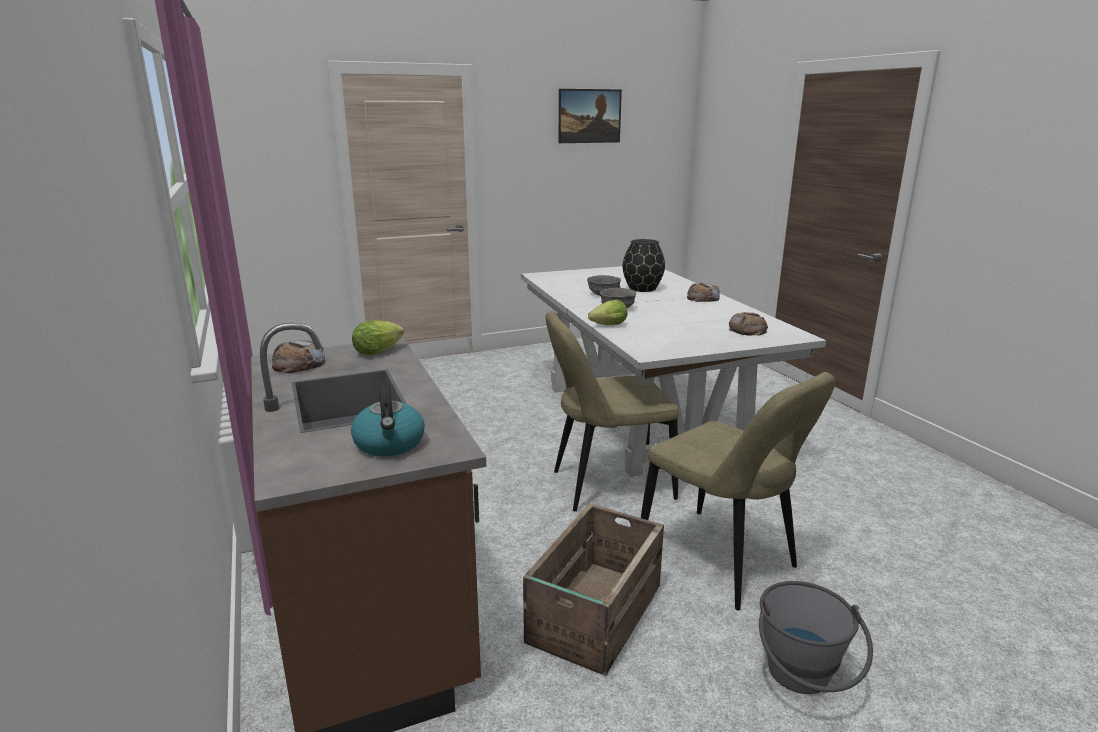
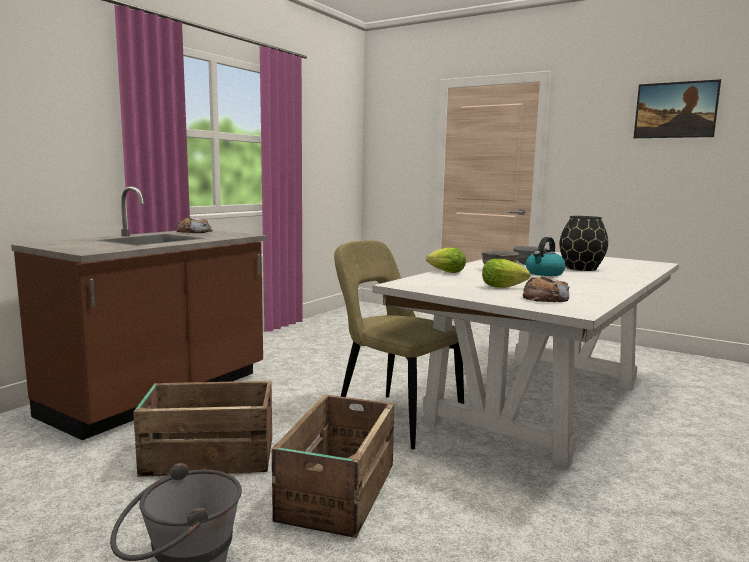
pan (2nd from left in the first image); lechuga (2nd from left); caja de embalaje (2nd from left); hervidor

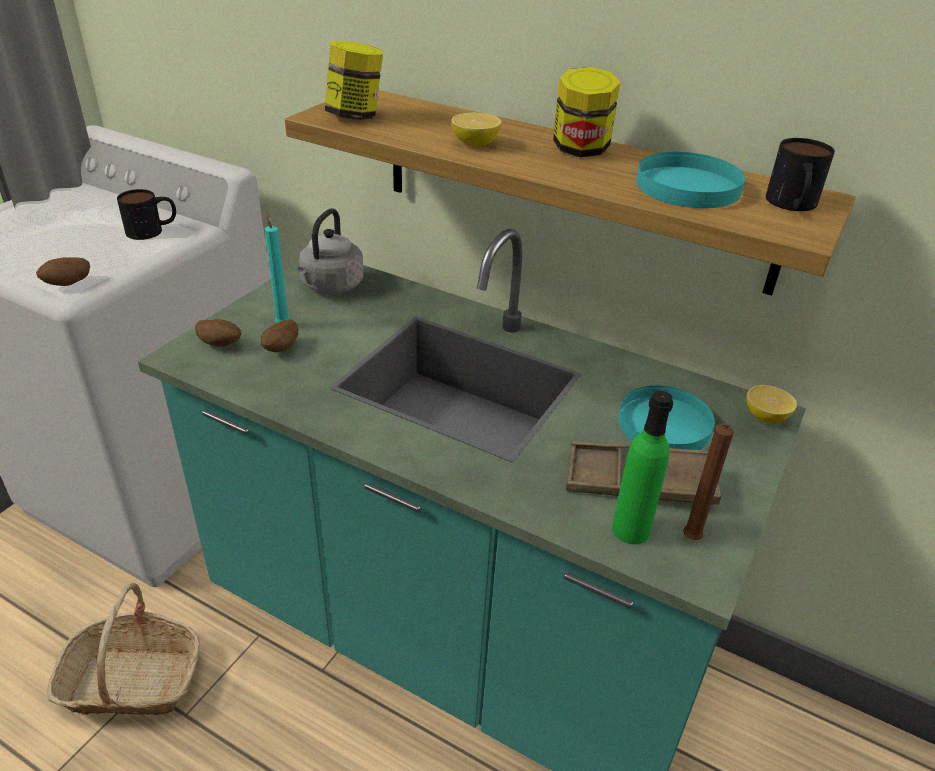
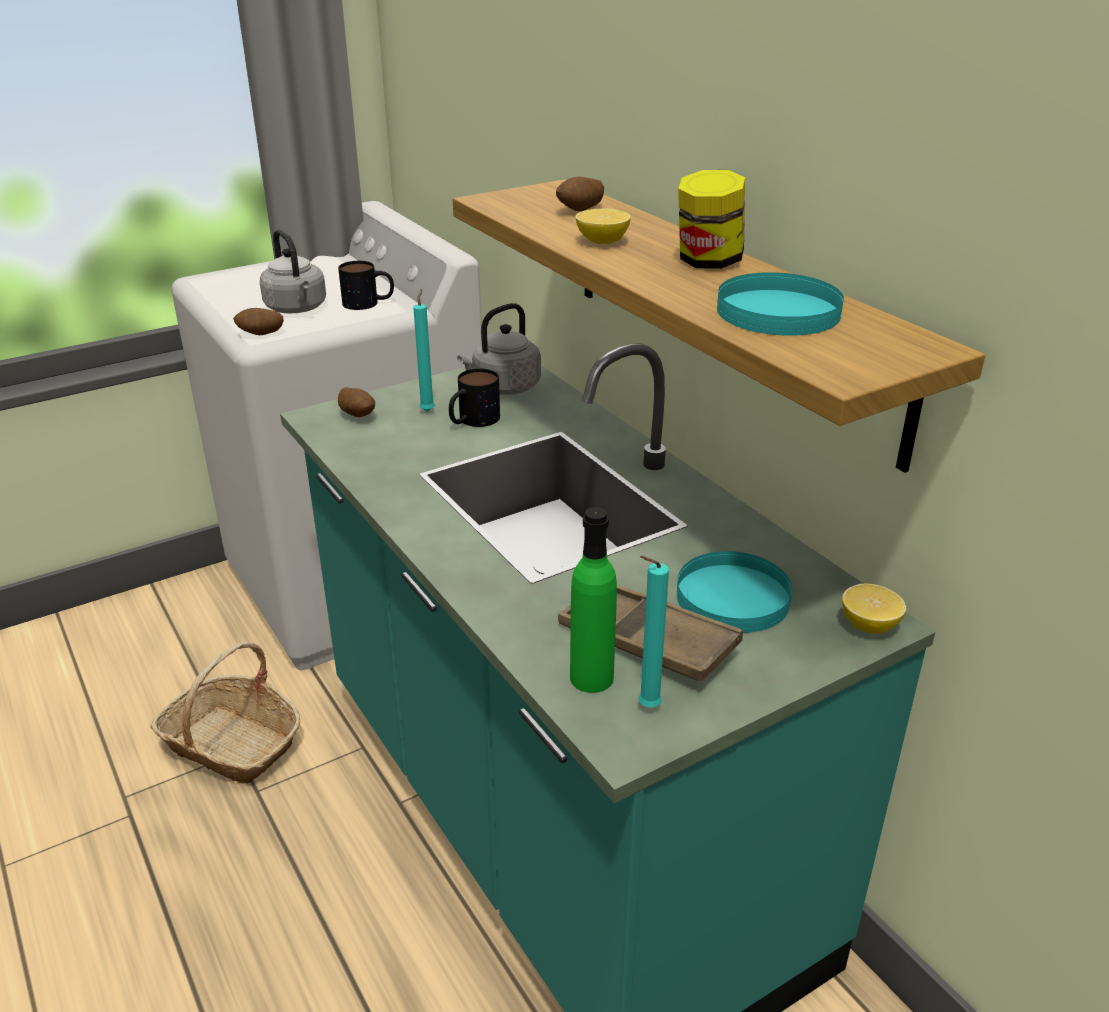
tarro (1st from left in the first image); taza grande (2nd from left); patata (3rd from left); vela/turquesa (2nd from left); hervidor/gris (1st from left)

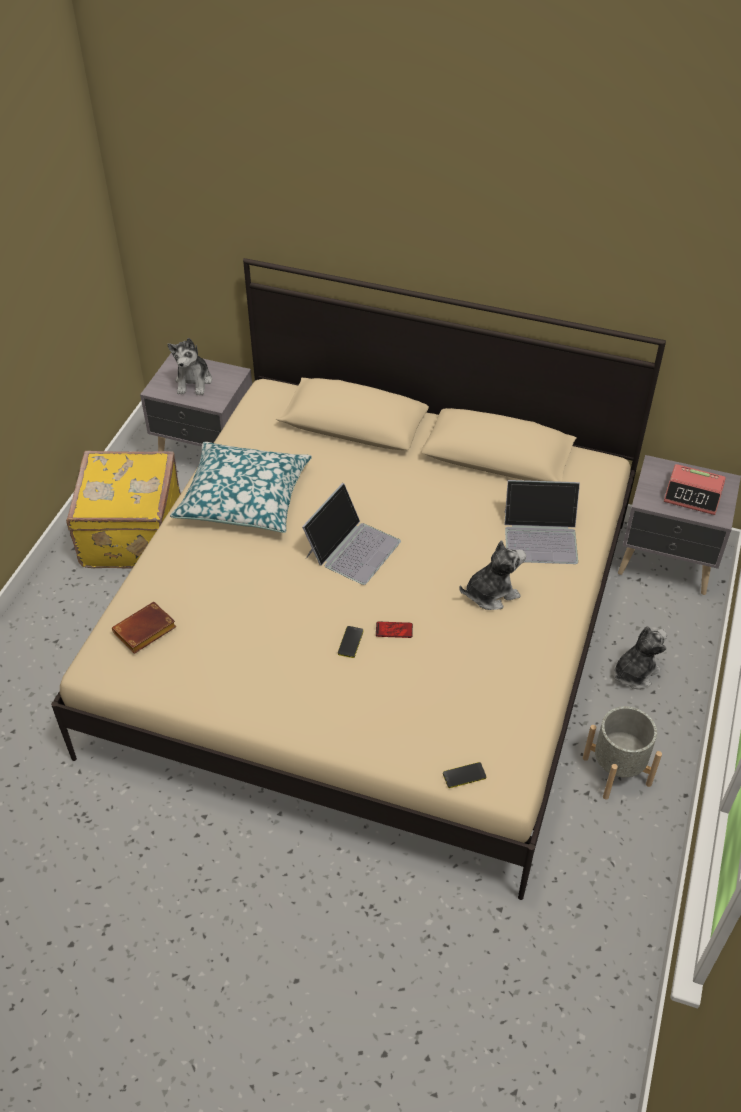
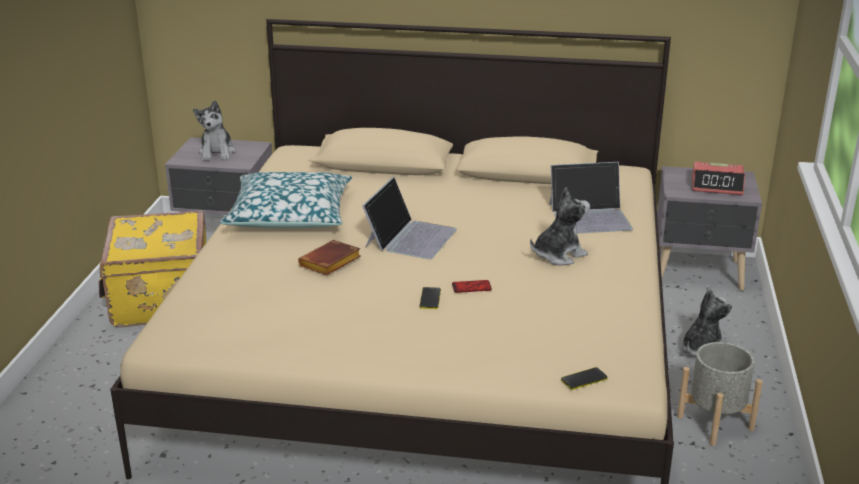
libro/marrón

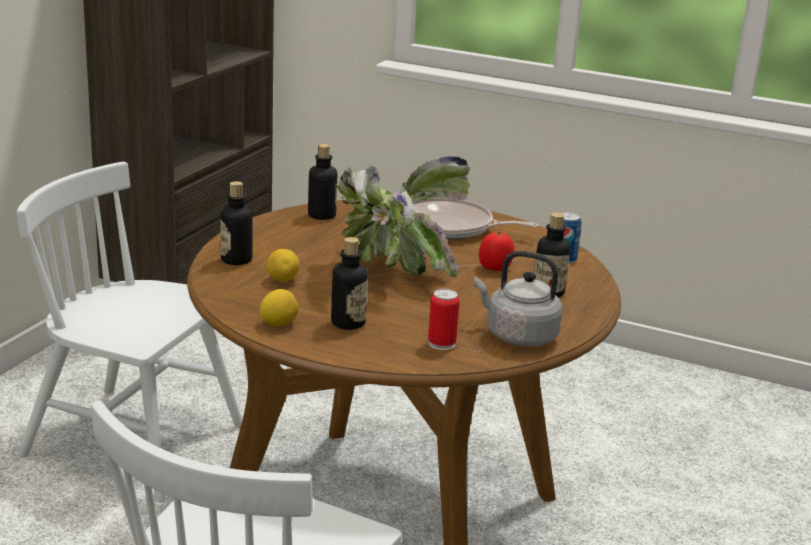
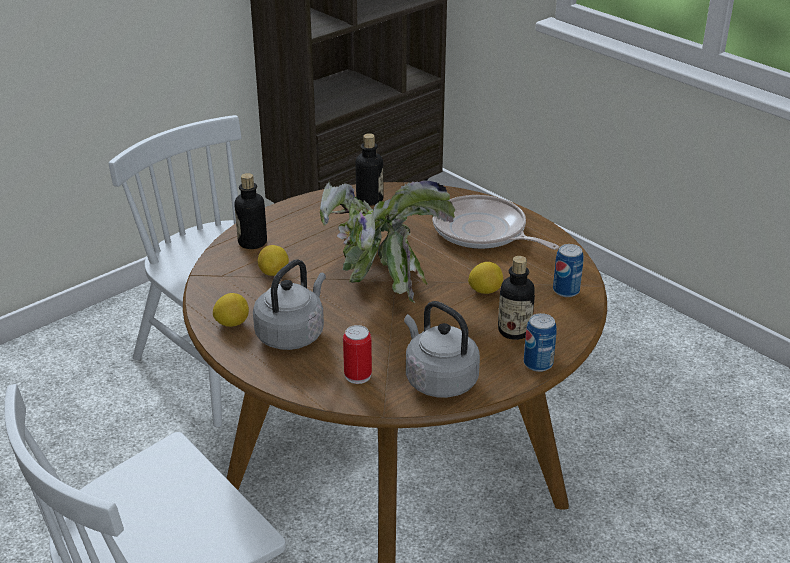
limón (3rd from left); hervidor/gris (1st from left); lata (2nd from left)

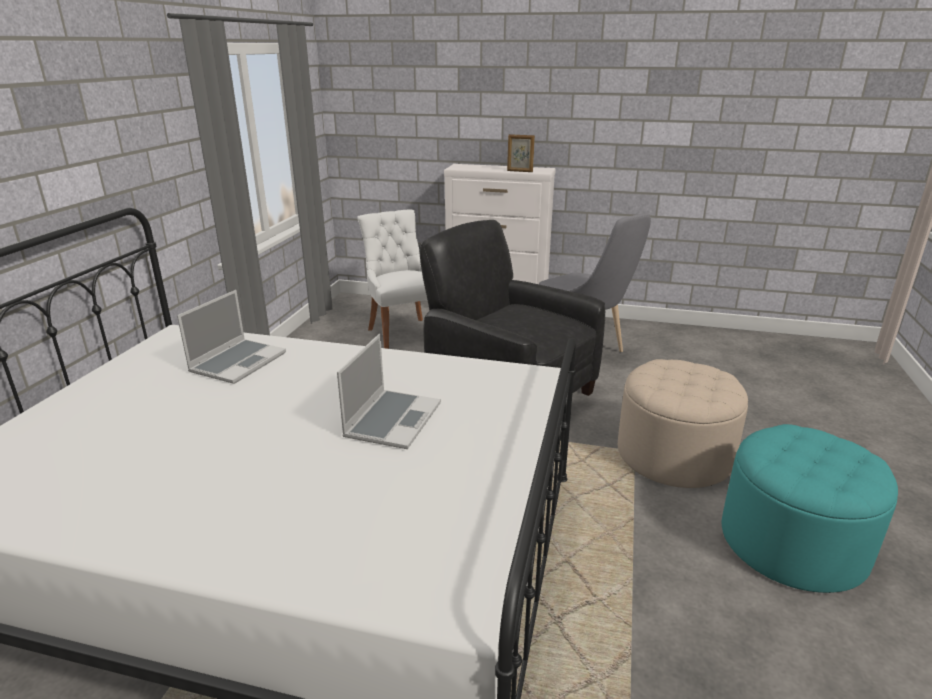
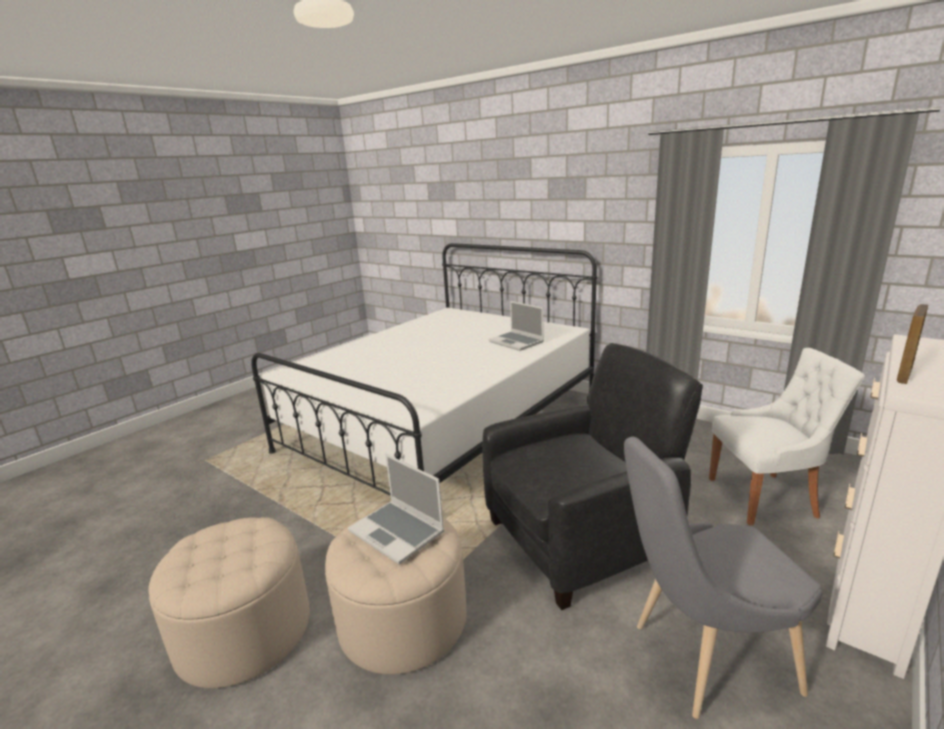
portátil (1st from left); puf/beis (1st from left)

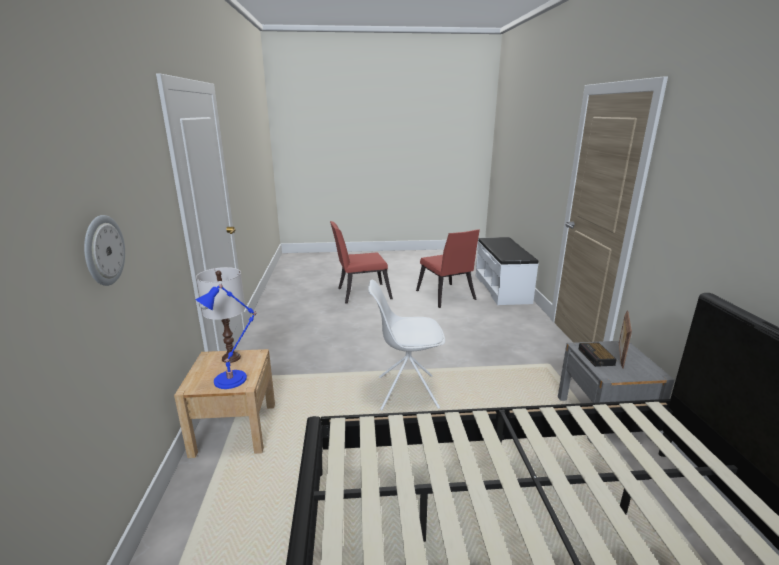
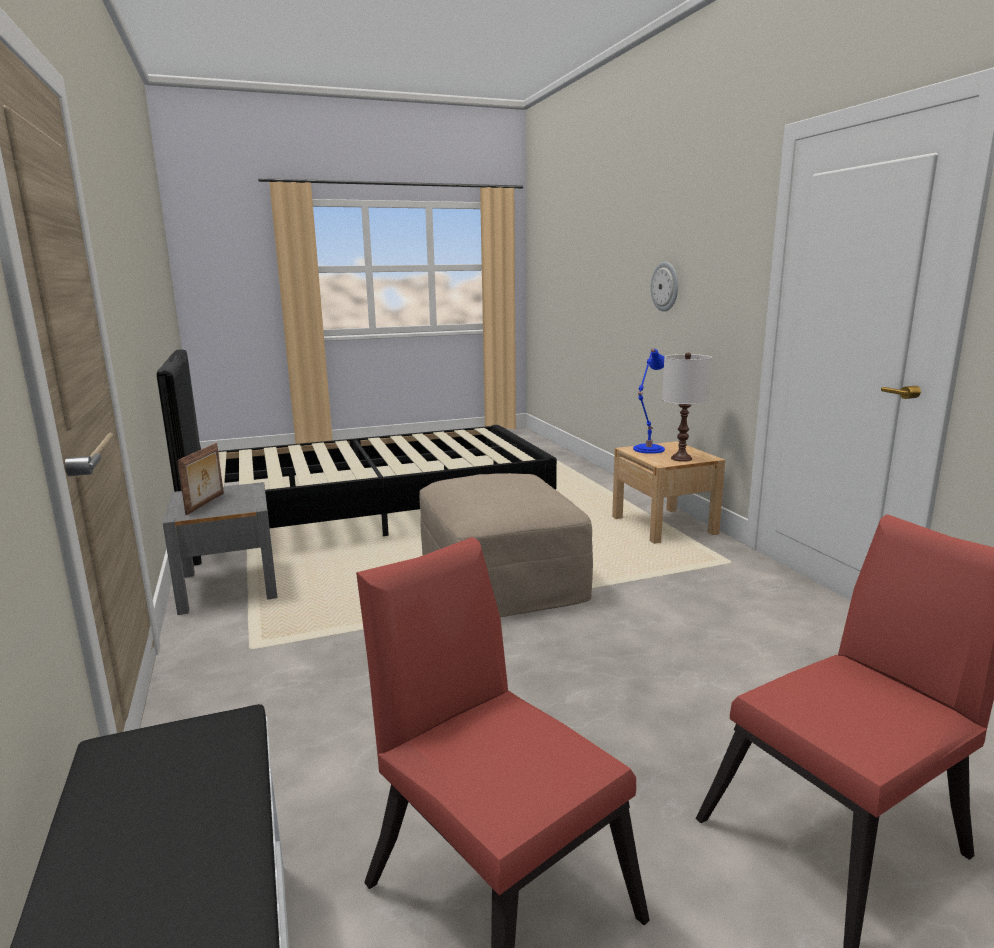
puf/beis; despertador

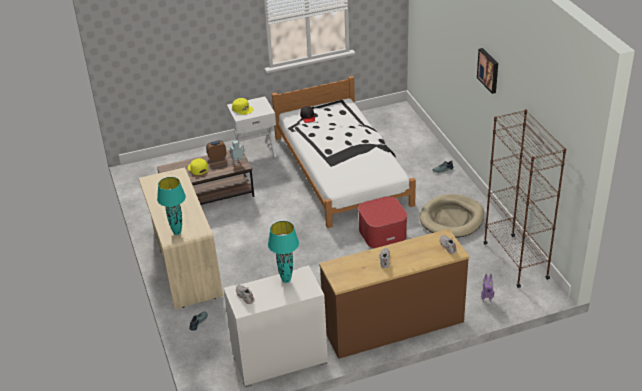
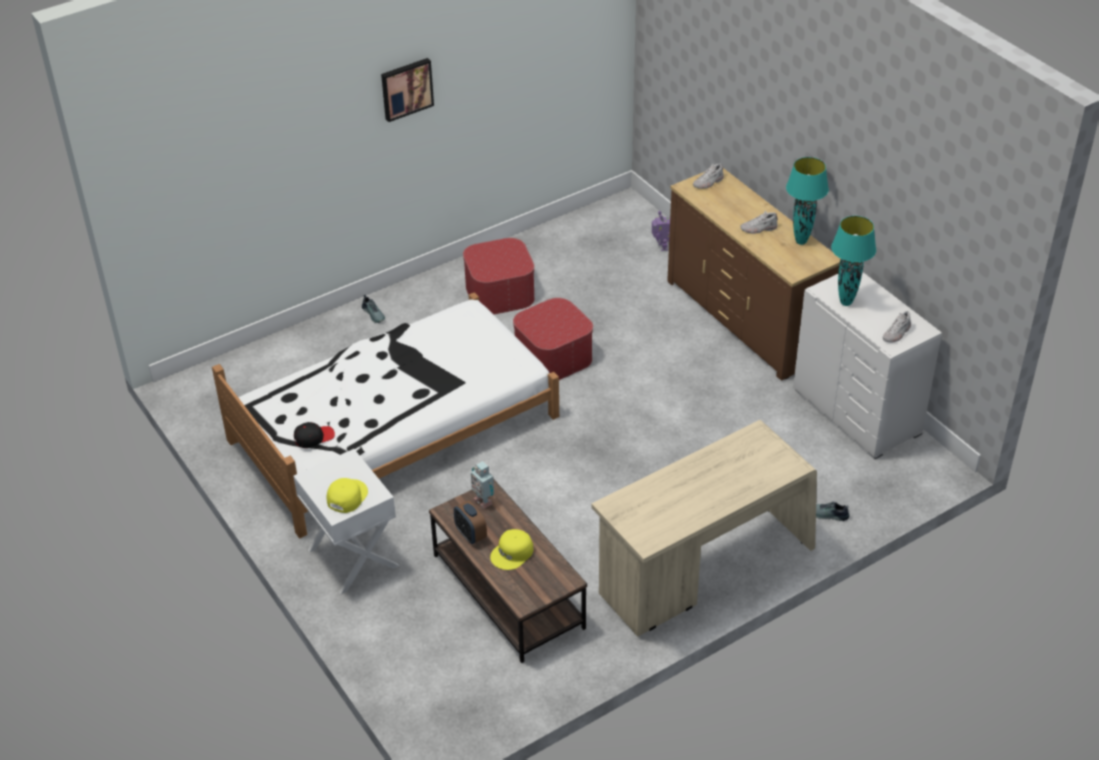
estantería/marrón; lámpara de mesa/turquesa (1st from left); puf (1st from left)

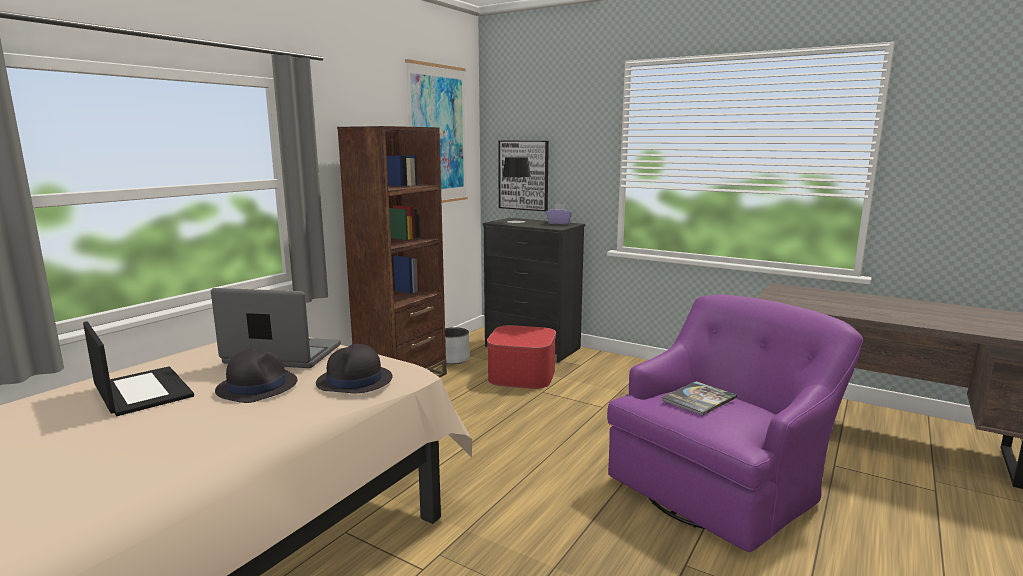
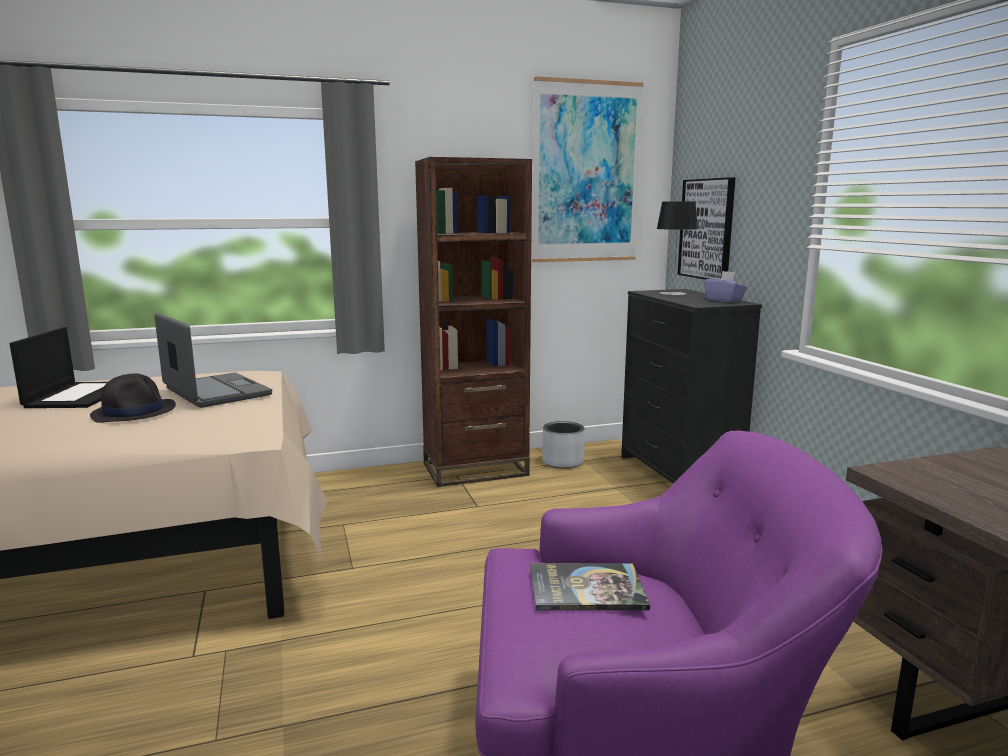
puf; sombrero/negro (2nd from left in the first image)

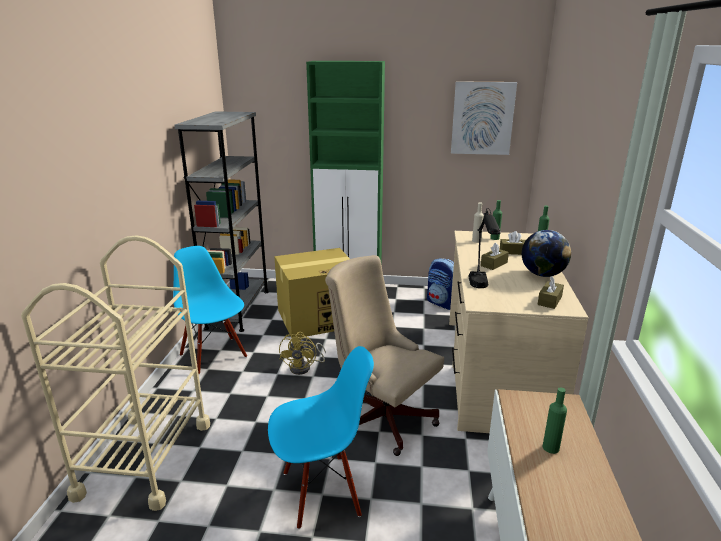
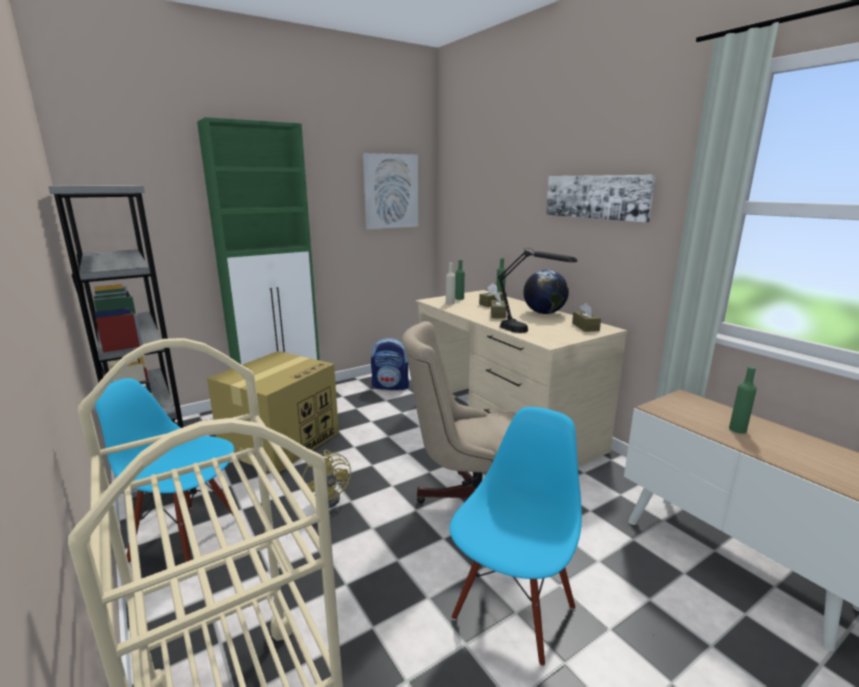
cuadro (2nd from left)

